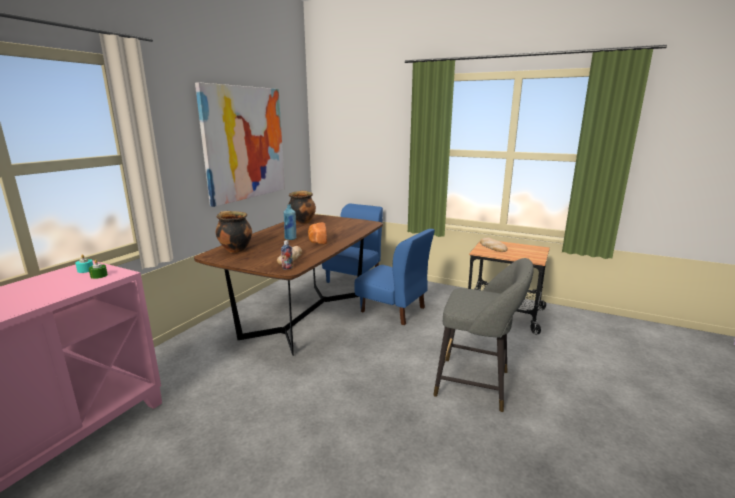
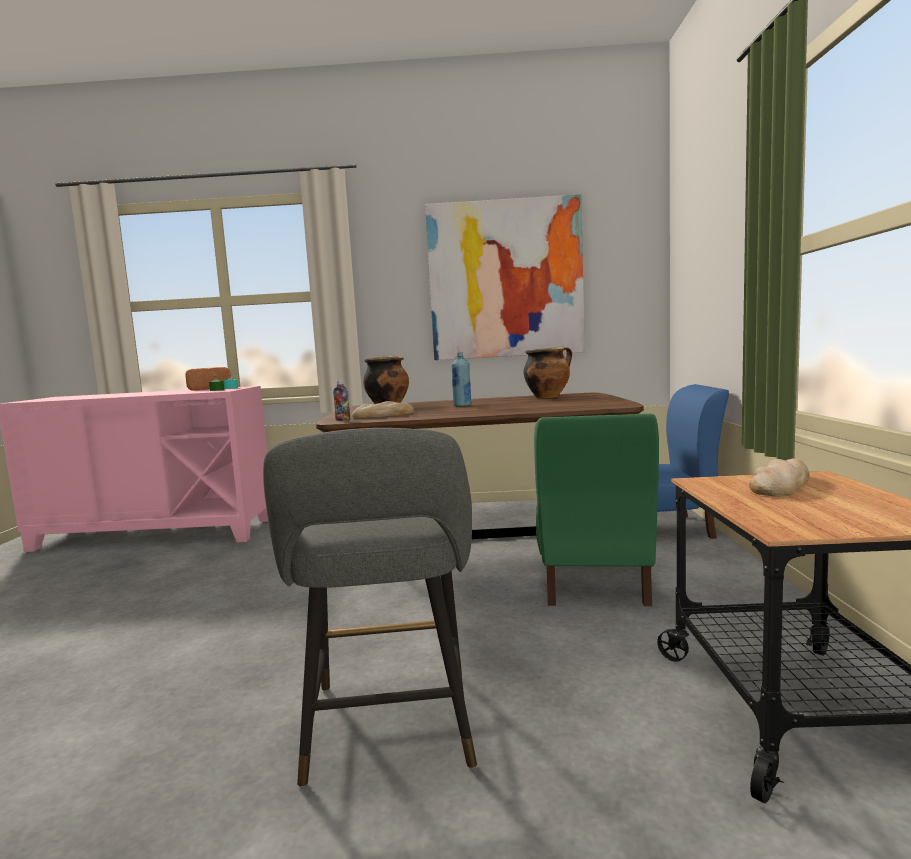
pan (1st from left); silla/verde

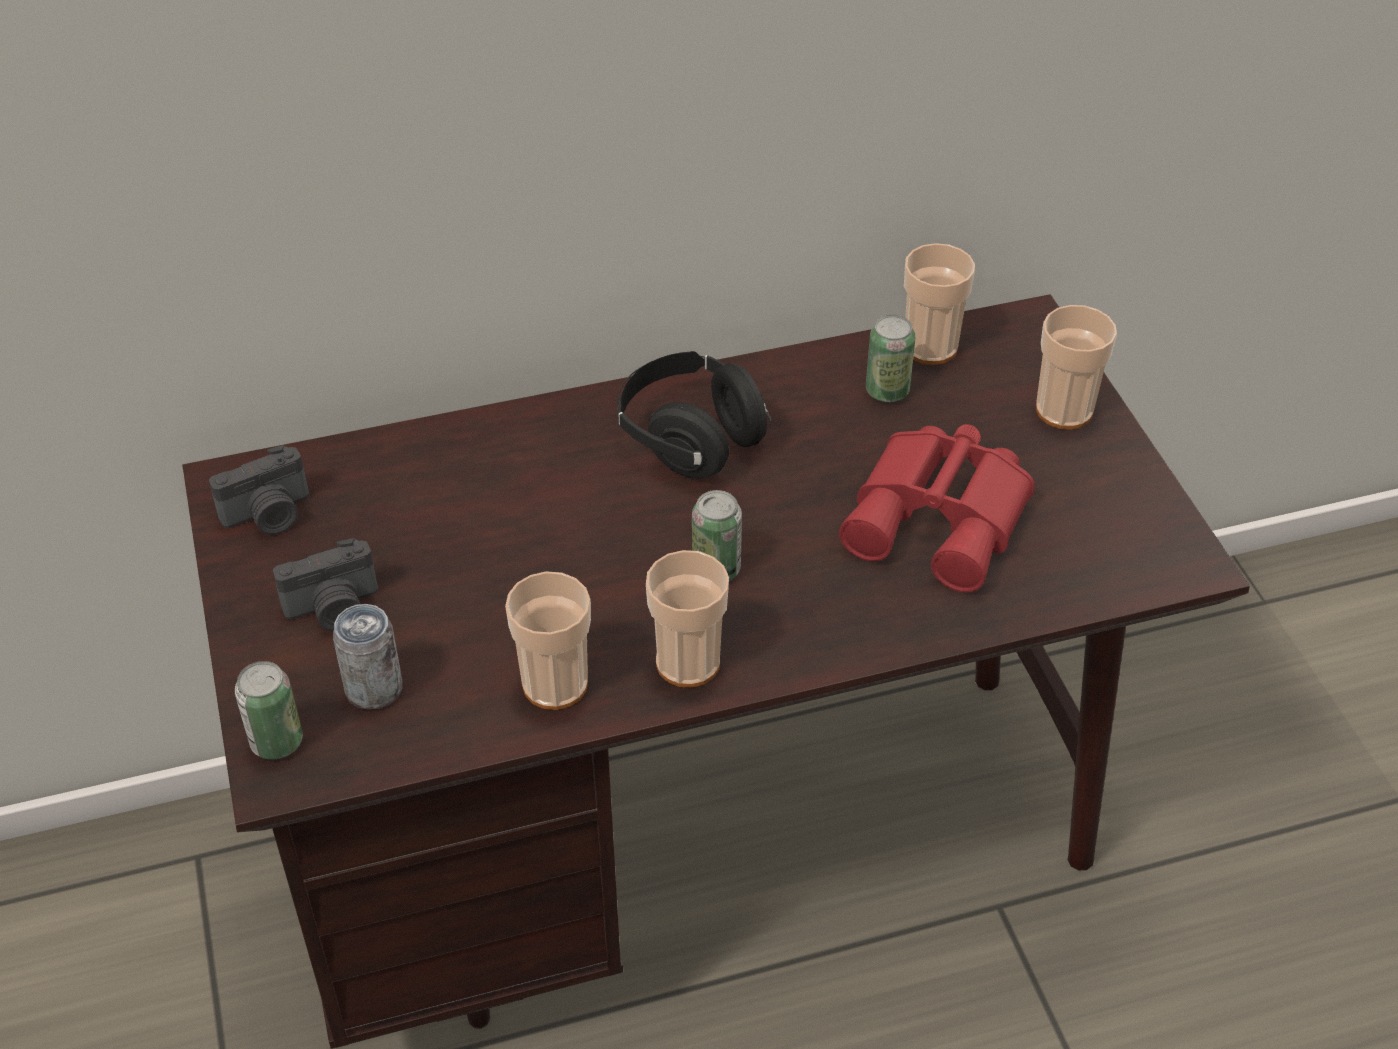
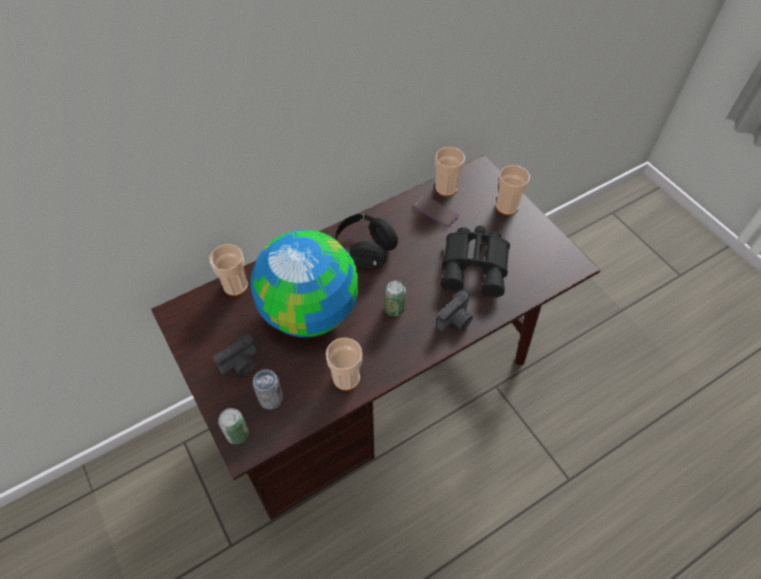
móvil; prismáticos/negro; cámara (2nd from left); taza (1st from left); globo terráqueo

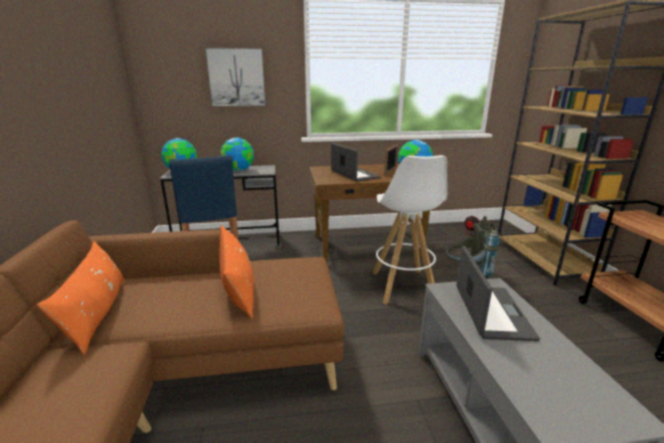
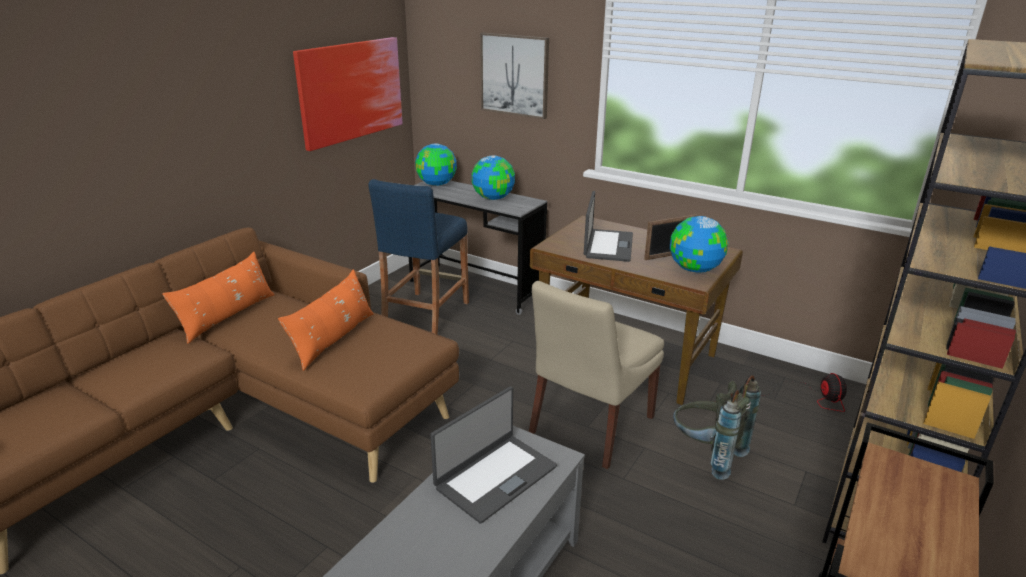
silla/beis; cuadro (1st from left)

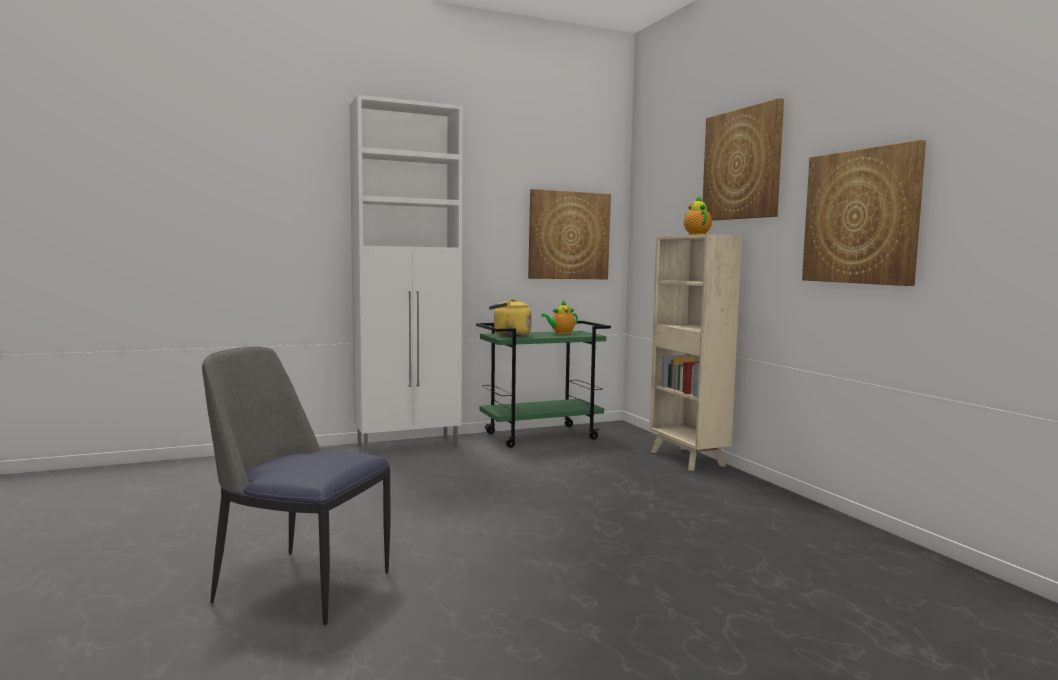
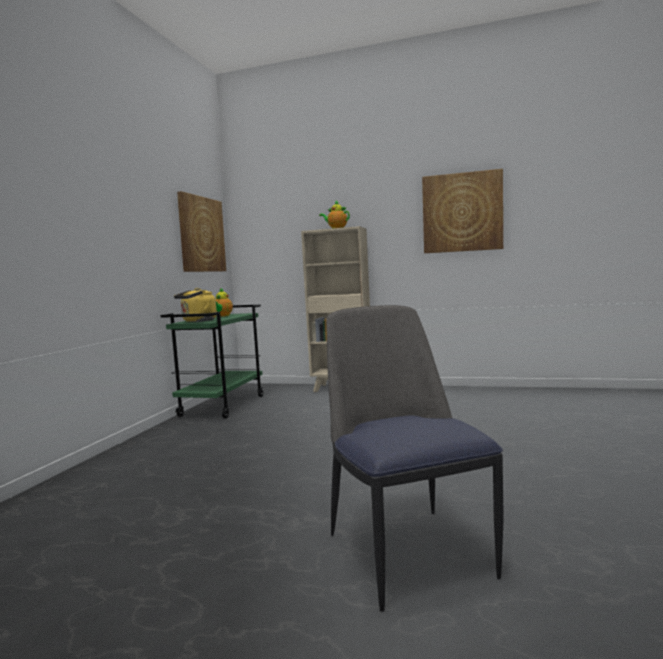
armario/blanco; cuadro (2nd from left in the first image); silla

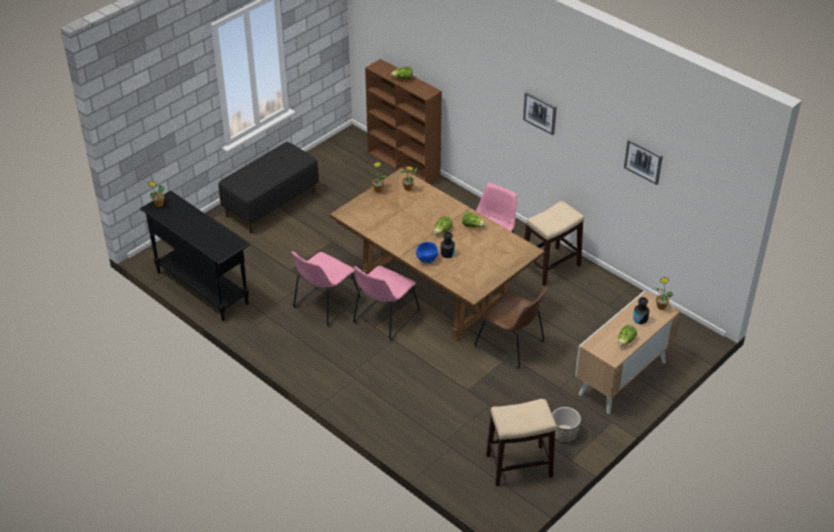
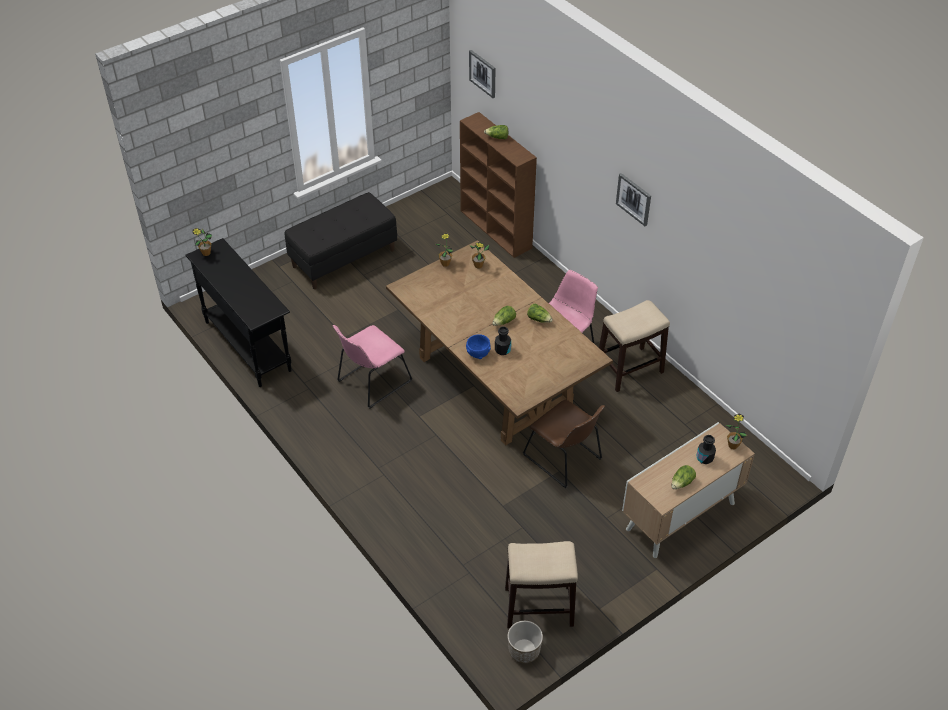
cuadro (1st from left); silla/rosa (2nd from left in the first image); maceta

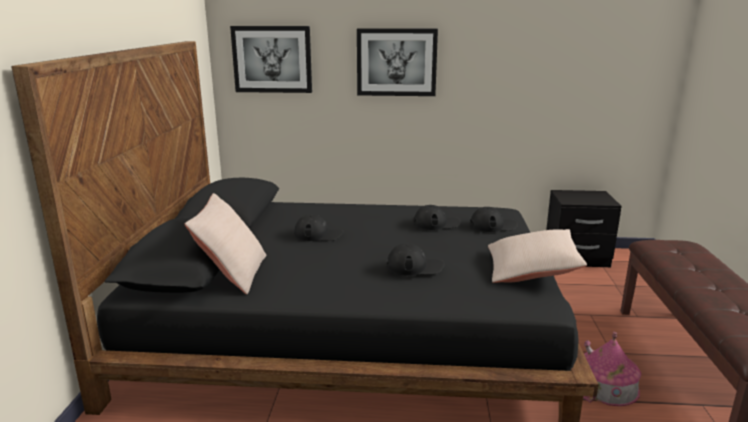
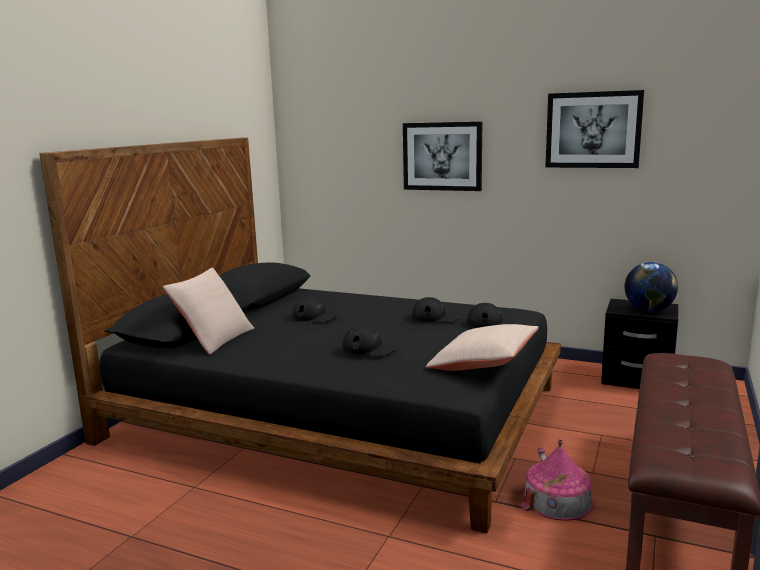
cuadro (2nd from left); globo terráqueo

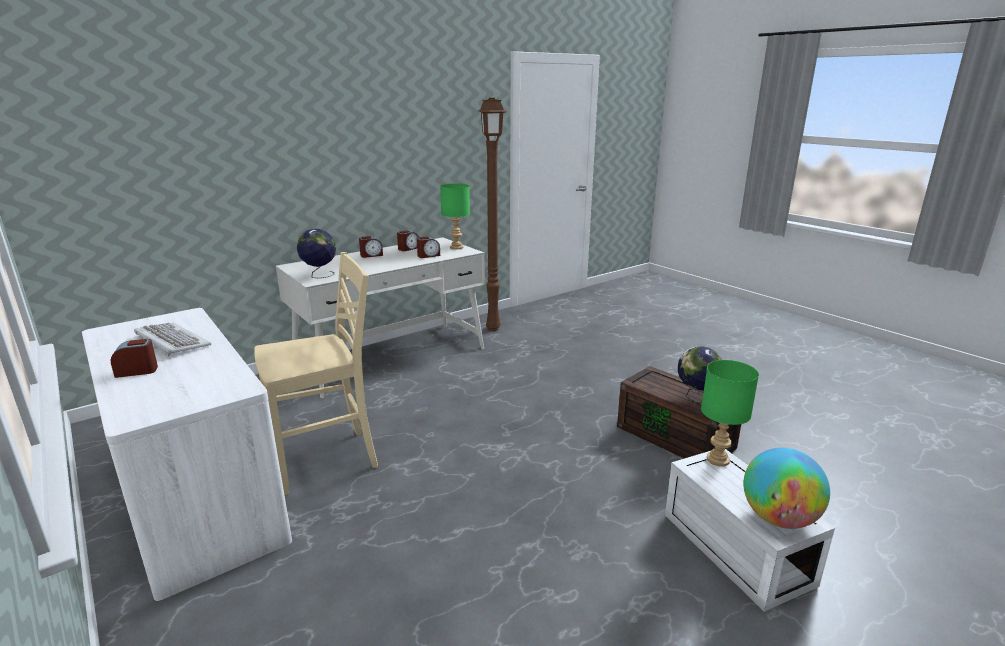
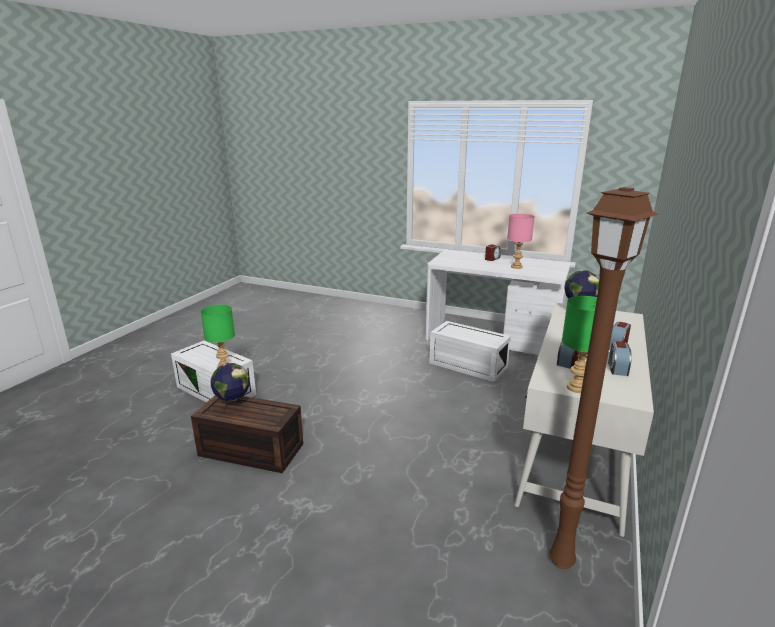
caja de almacenaje/blanco (2nd from left); lámpara de mesa/rosa; globo terráqueo (3rd from left in the first image)

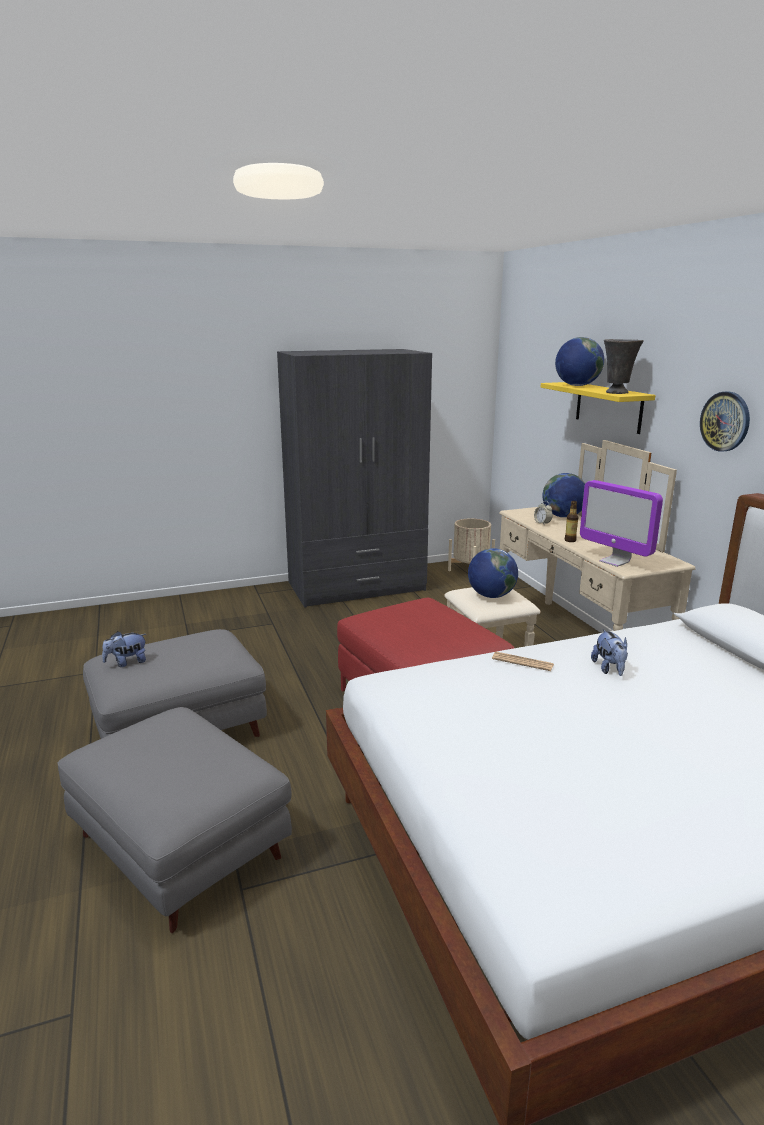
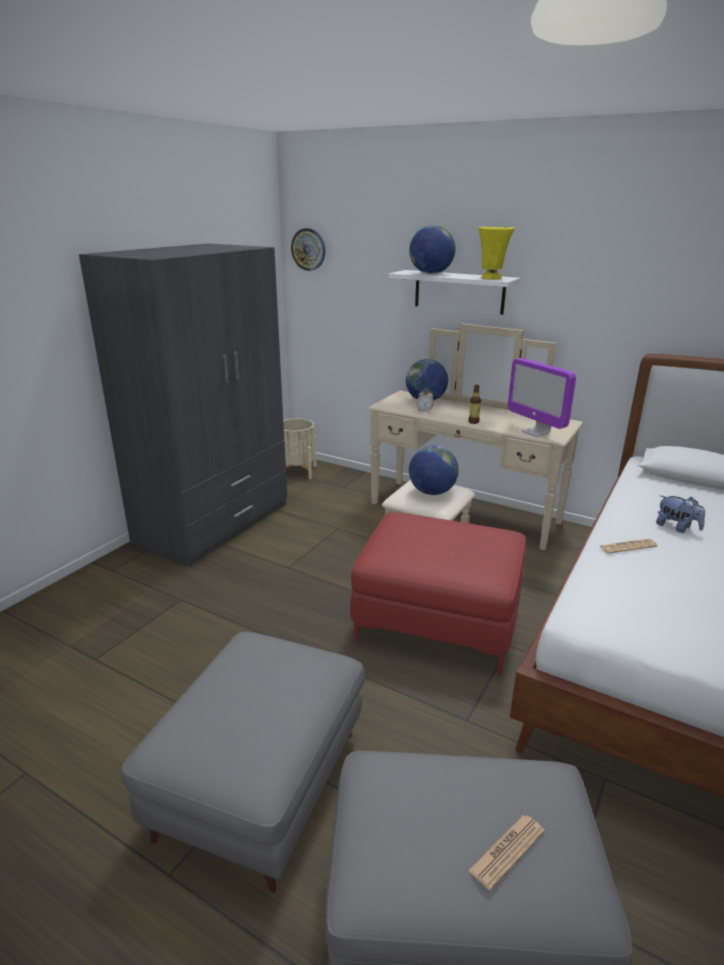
florero/amarillo; estante/blanco; reloj de pared; monitor; peluche (1st from left in the first image); periódico (1st from left)

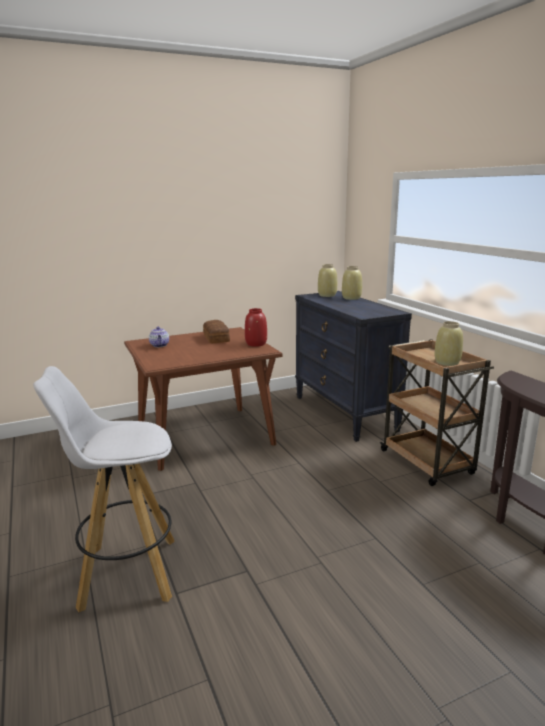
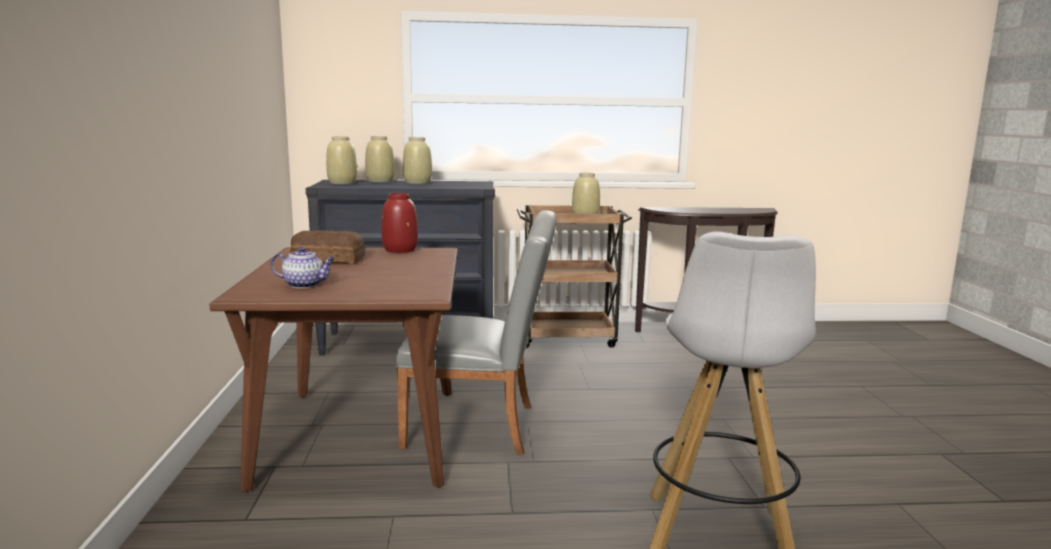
florero/beis (3rd from left); silla/gris

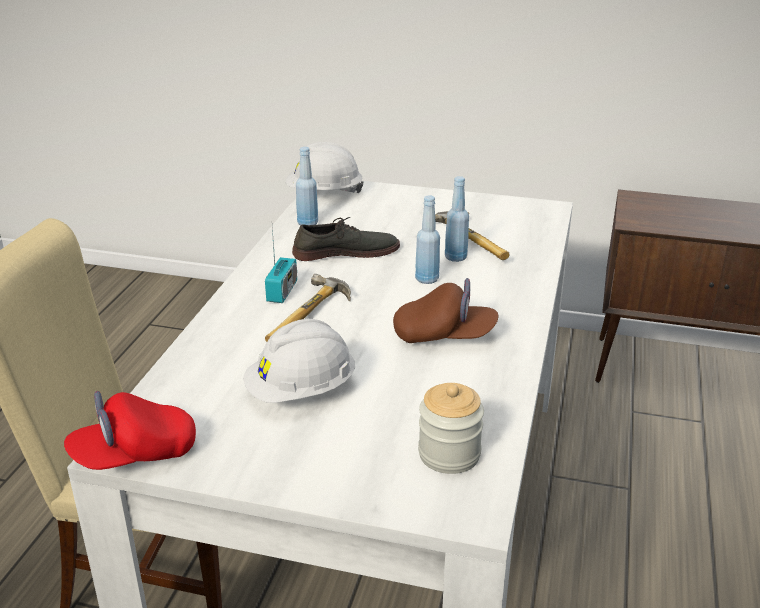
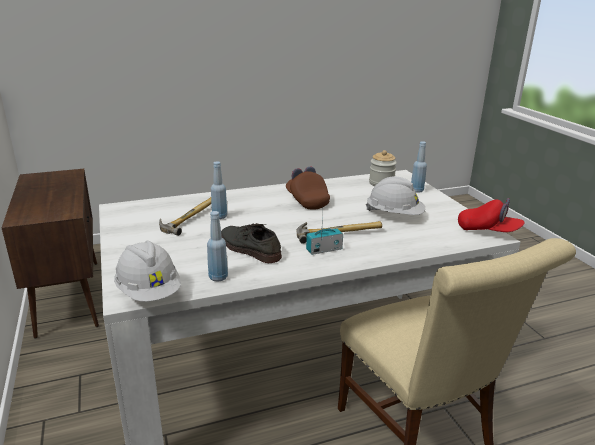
botella/azul (3rd from left)

